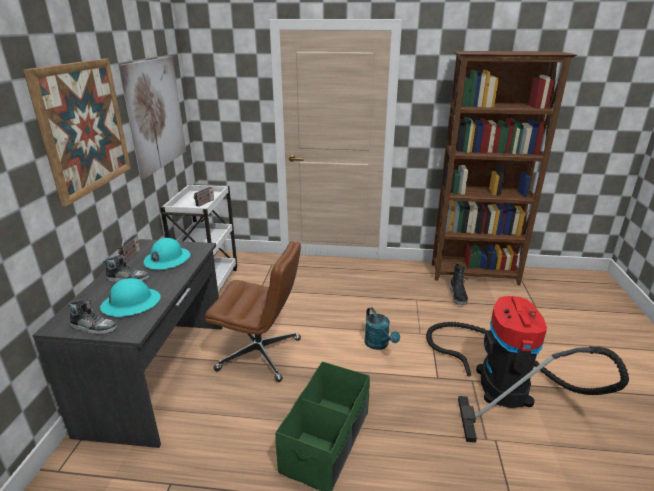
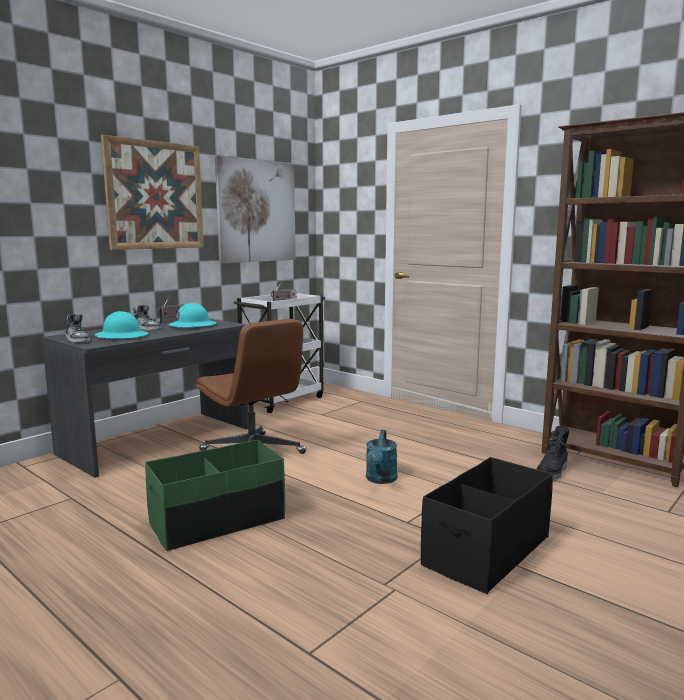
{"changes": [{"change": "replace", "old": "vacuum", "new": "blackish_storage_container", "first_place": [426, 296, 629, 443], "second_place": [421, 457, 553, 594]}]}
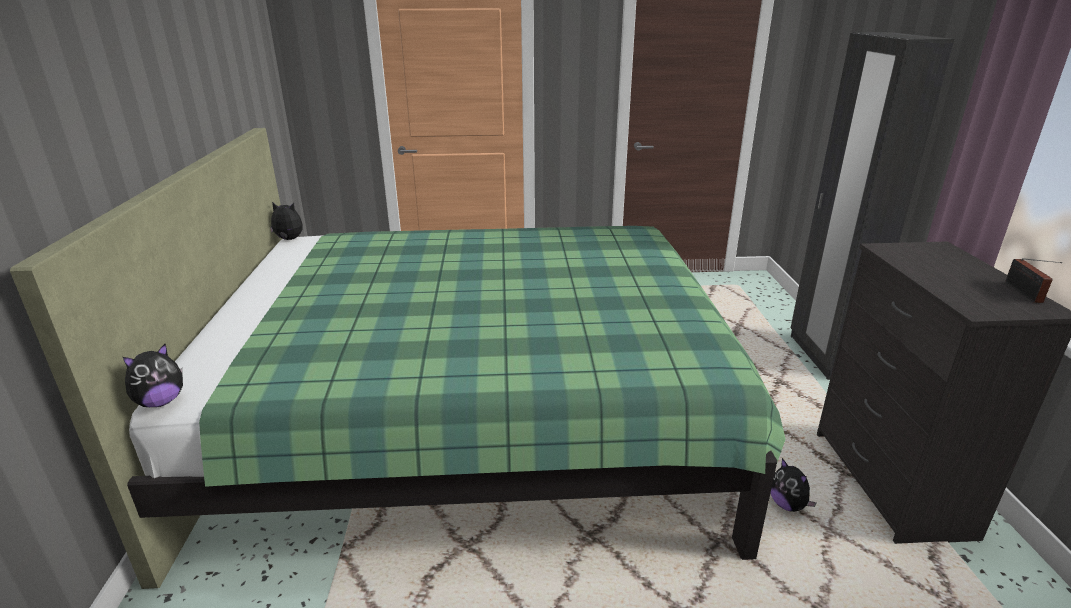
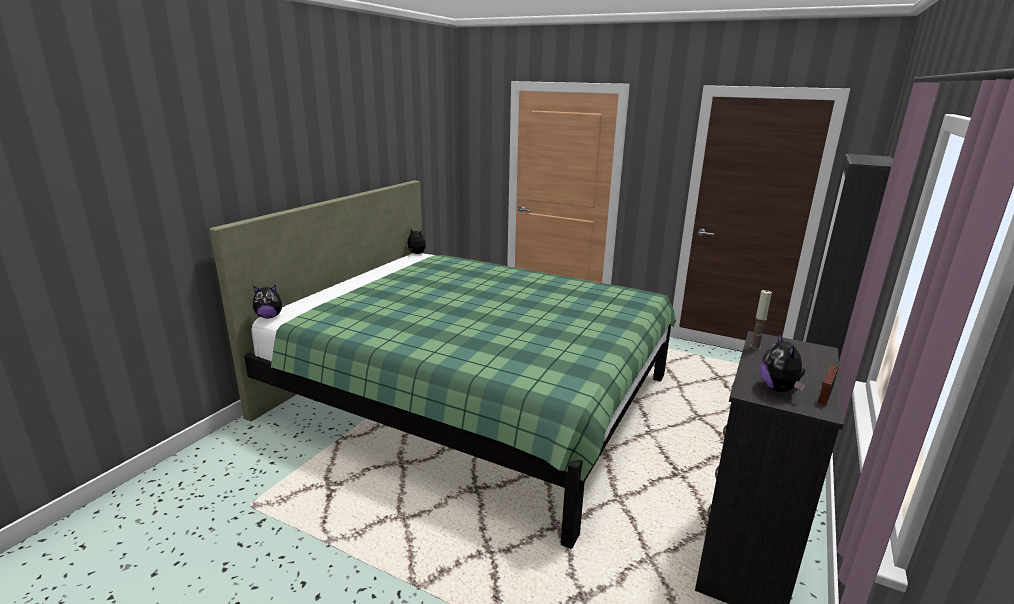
{"changes": [{"change": "insert", "new": "wax_candle", "second_place": [750, 290, 772, 350]}, {"change": "move", "old": "soft_toy", "first_place": [770, 458, 817, 512], "second_place": [760, 332, 805, 392]}]}
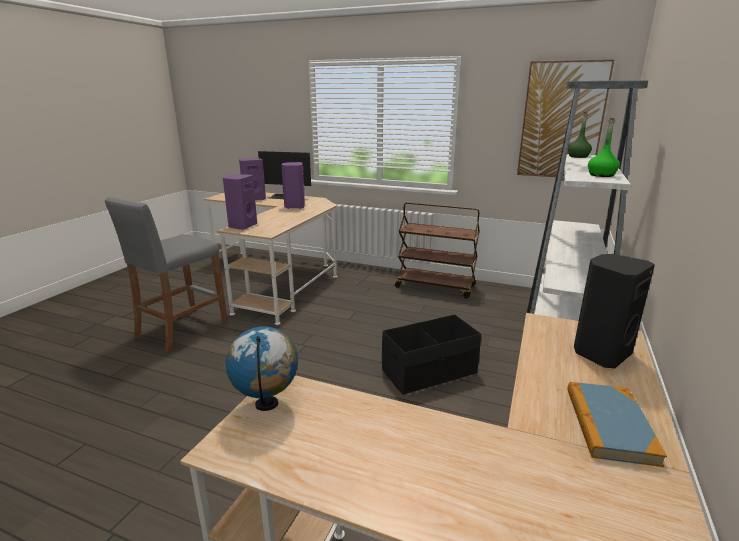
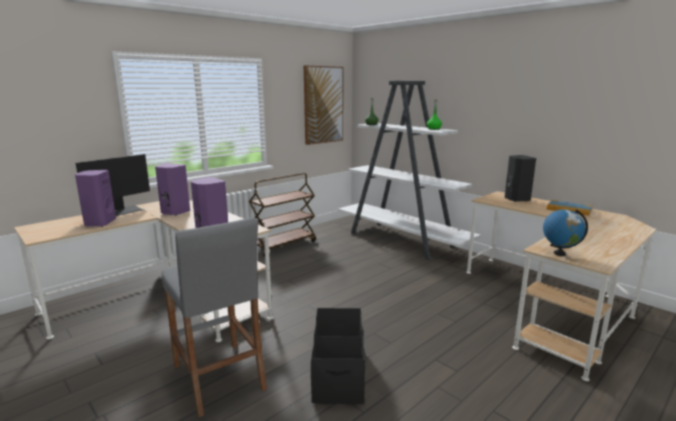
{"changes": [{"change": "move", "old": "blackish_storage_container", "first_place": [382, 314, 481, 395], "second_place": [311, 308, 366, 404]}]}
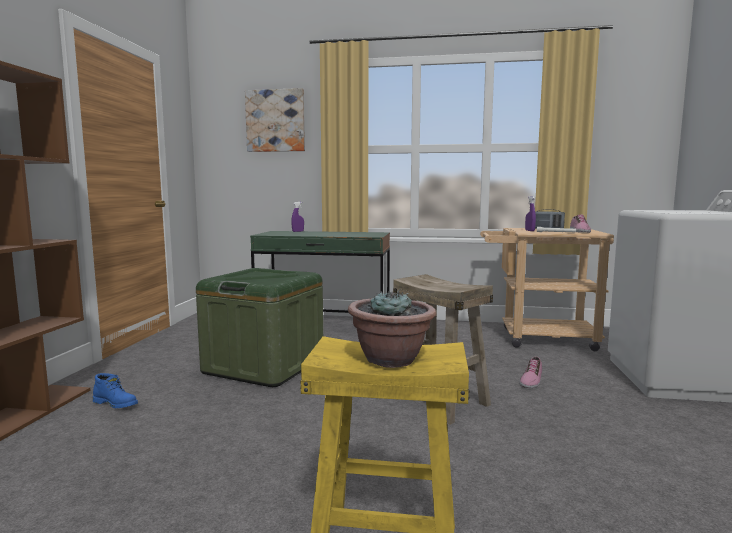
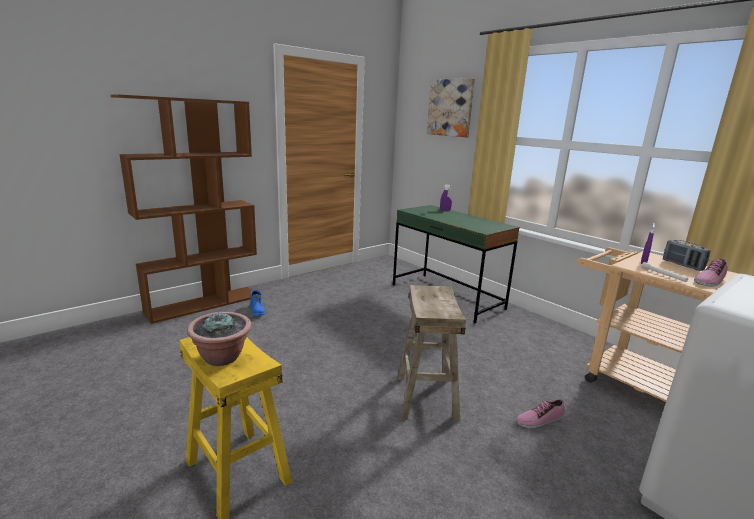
{"changes": [{"change": "delete", "old": "green_storage_container", "first_place": [196, 268, 323, 387]}]}
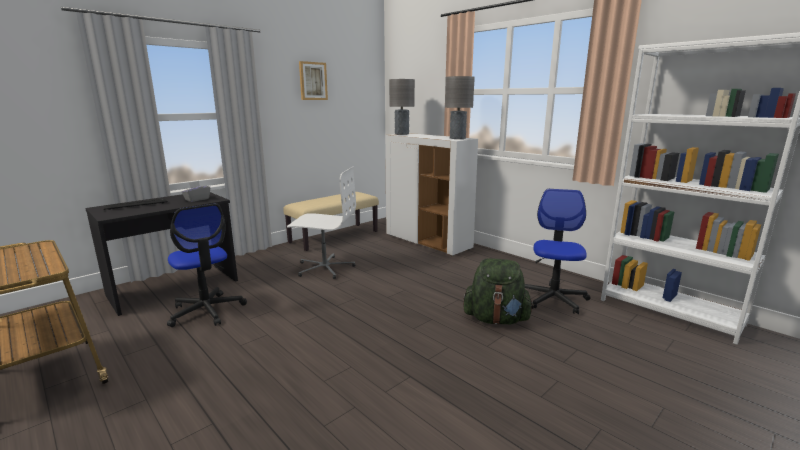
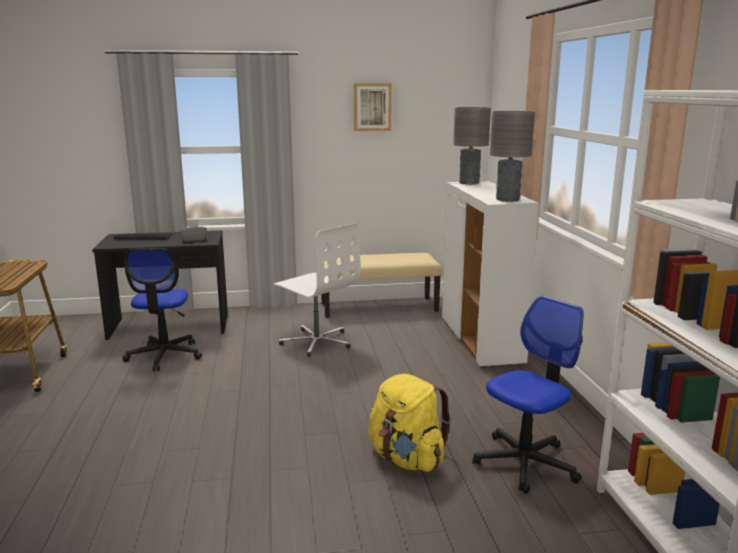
{"changes": [{"change": "recolor", "old": "green_rucksack", "new": "yellow-coloured_rucksack", "first_place": [463, 258, 534, 324], "second_place": [369, 374, 452, 472]}]}
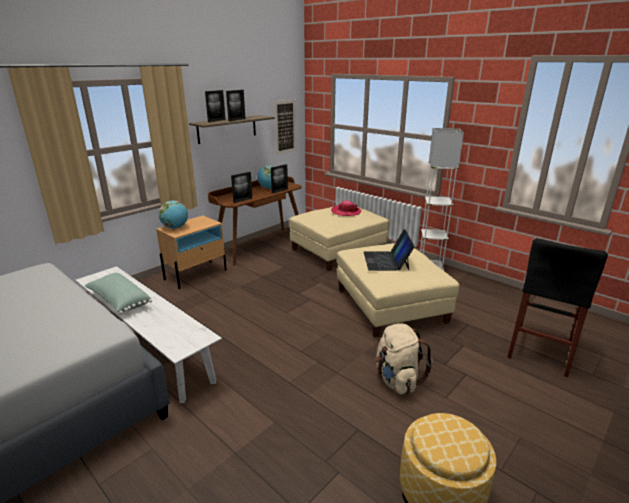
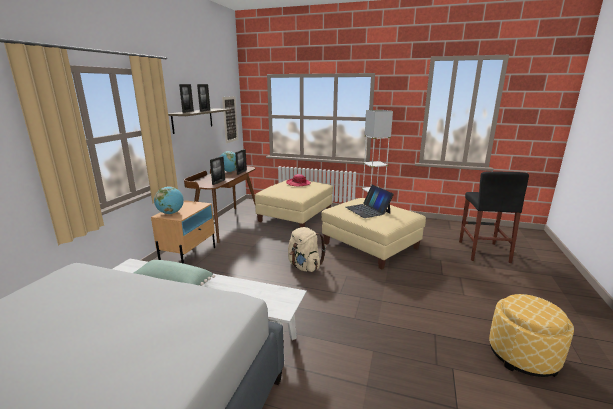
{"changes": [{"change": "move", "old": "beige-coloured_rucksack", "first_place": [375, 323, 433, 394], "second_place": [288, 227, 326, 272]}]}
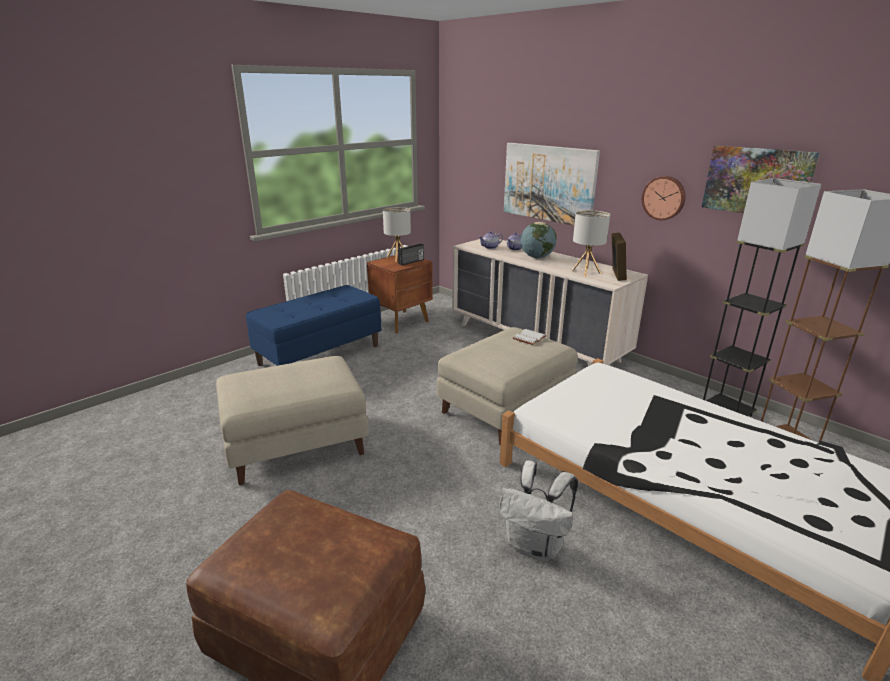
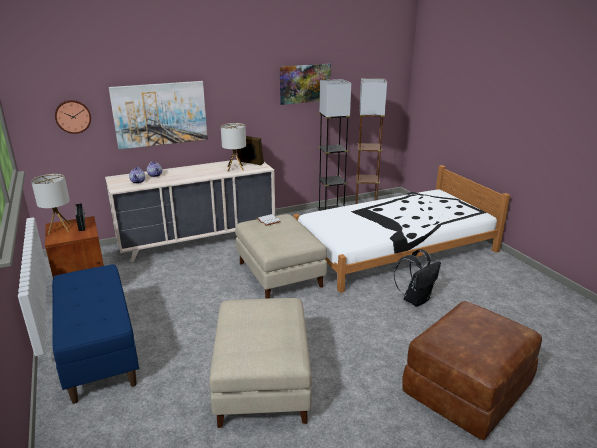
{"changes": [{"change": "move", "old": "wall_clock", "first_place": [642, 176, 686, 220], "second_place": [55, 100, 91, 134]}, {"change": "recolor", "old": "whitish_rucksack", "new": "blackish_rucksack", "first_place": [499, 460, 578, 562], "second_place": [394, 249, 441, 307]}, {"change": "delete", "old": "world_globe", "first_place": [521, 222, 557, 258]}]}
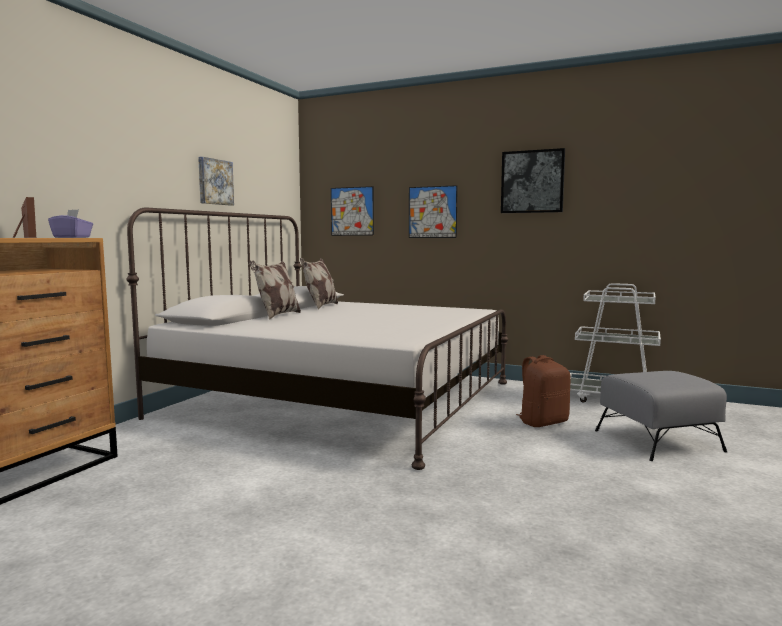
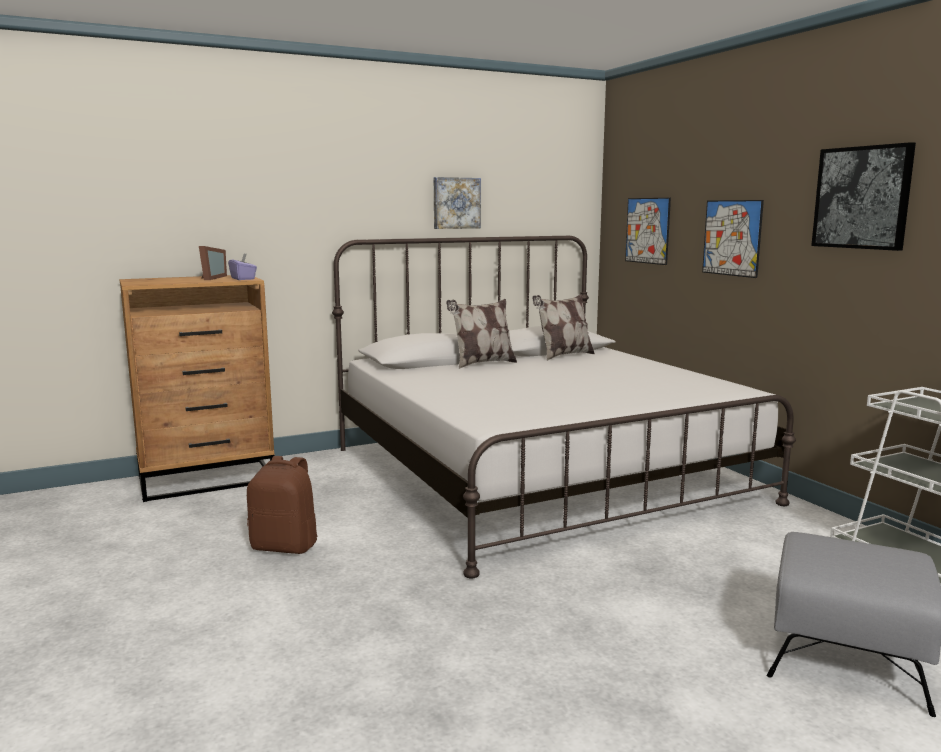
{"changes": [{"change": "move", "old": "brownish_rucksack", "first_place": [516, 355, 571, 427], "second_place": [247, 456, 317, 554]}]}
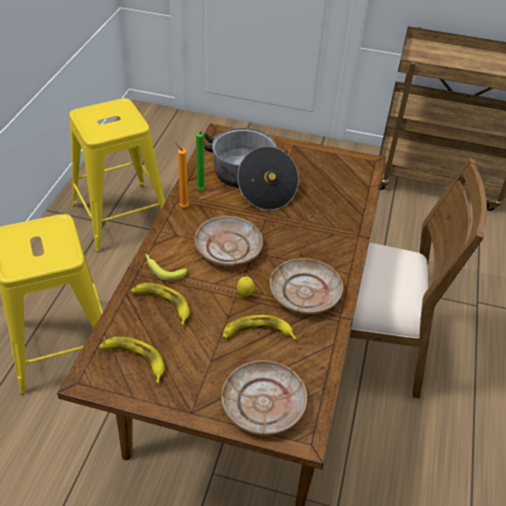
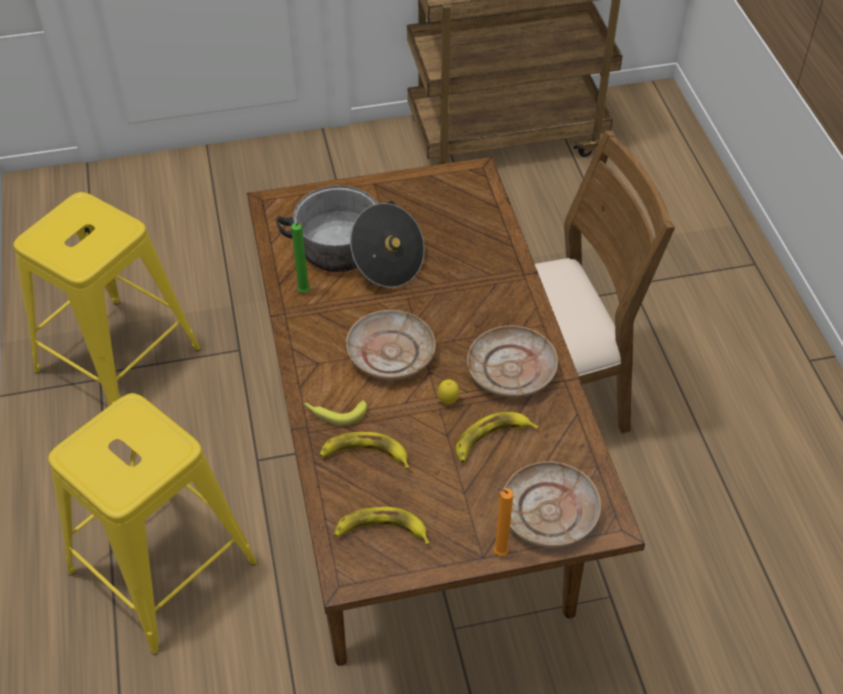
{"changes": [{"change": "move", "old": "orangey_wax_candle", "first_place": [175, 142, 189, 207], "second_place": [494, 485, 513, 556]}]}
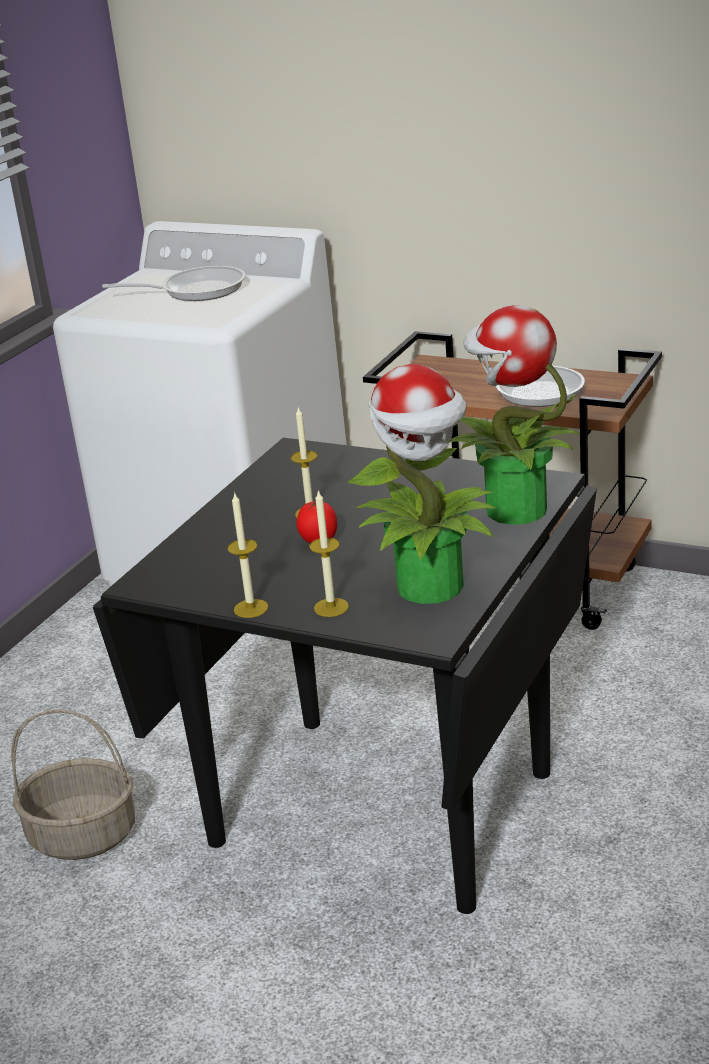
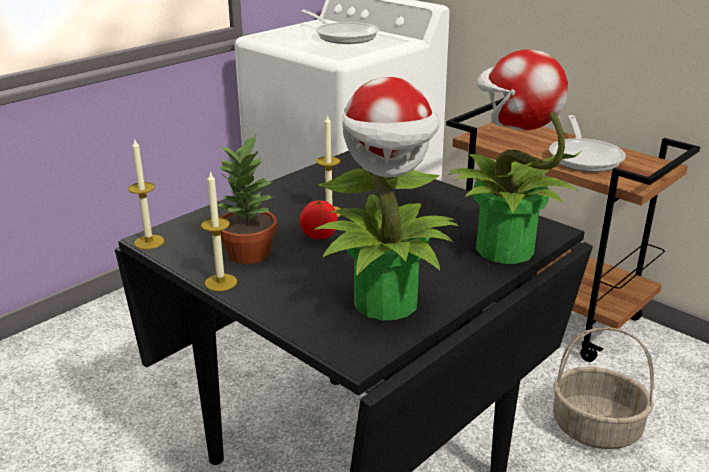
{"changes": [{"change": "move", "old": "wax_candle", "first_place": [309, 490, 349, 617], "second_place": [128, 138, 164, 249]}, {"change": "insert", "new": "plant_in_a_pot", "second_place": [216, 135, 277, 264]}, {"change": "rotate", "old": "skillet", "first_place": [102, 266, 246, 301], "second_place": [301, 10, 379, 44], "degrees": 45}, {"change": "move", "old": "basket", "first_place": [11, 709, 135, 860], "second_place": [553, 327, 654, 449]}]}
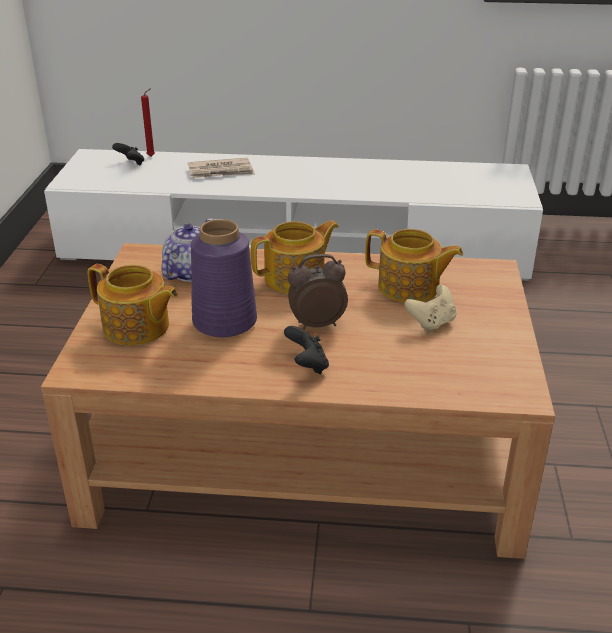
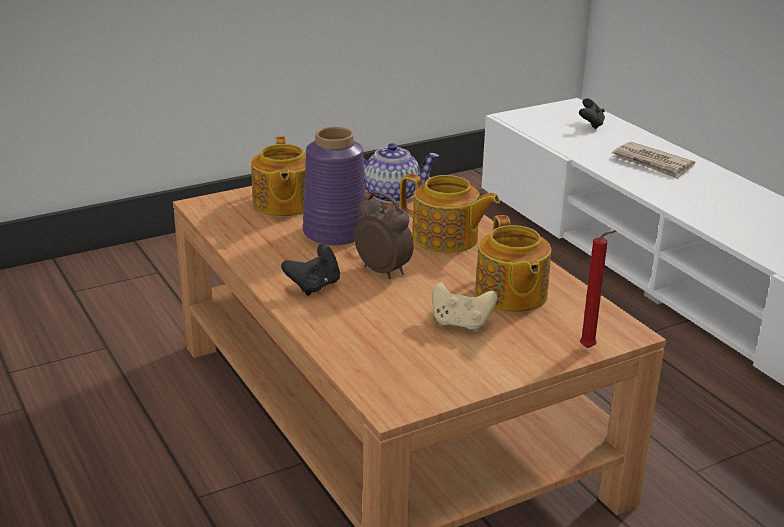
{"changes": [{"change": "move", "old": "red_wax_candle", "first_place": [141, 88, 155, 157], "second_place": [580, 231, 616, 348]}]}
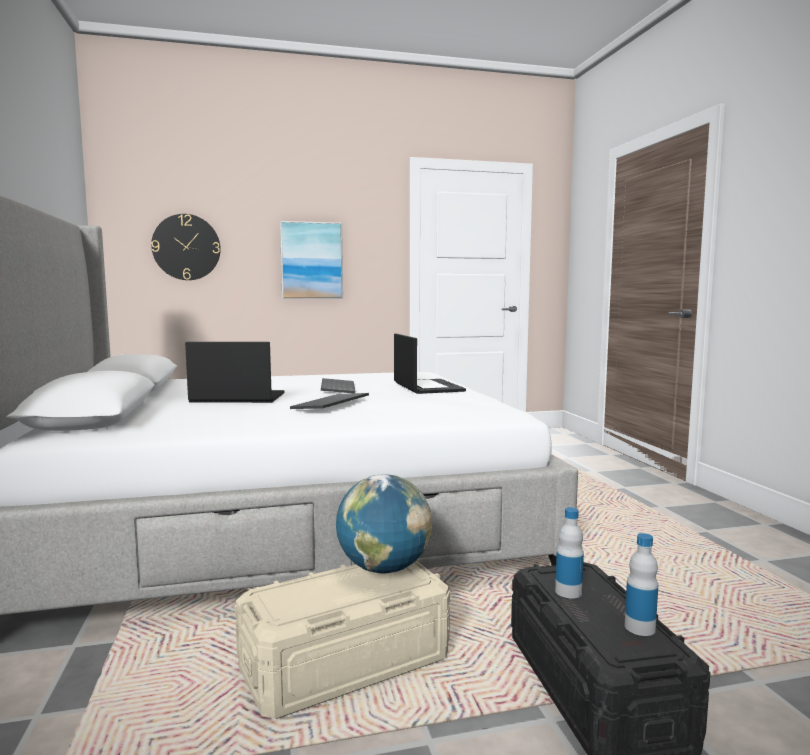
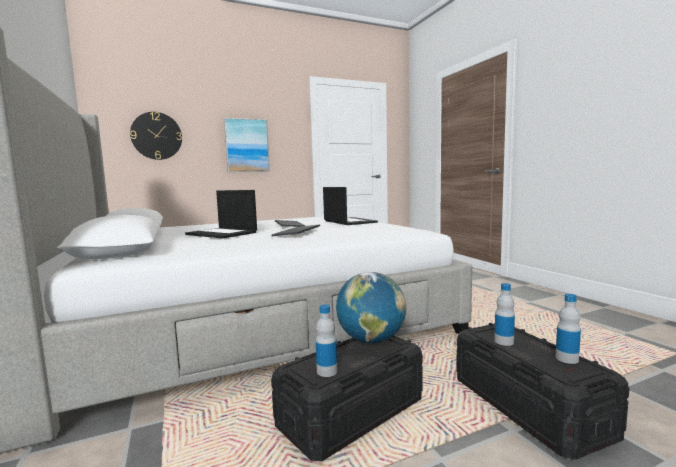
{"changes": [{"change": "rotate", "old": "laptop", "first_place": [185, 342, 284, 403], "second_place": [185, 190, 257, 239], "degrees": -135}, {"change": "recolor", "old": "beige-coloured_storage_container", "new": "blackish_storage_container", "first_place": [235, 559, 450, 719], "second_place": [271, 336, 423, 461]}, {"change": "insert", "new": "drink_bottle", "second_place": [316, 304, 337, 377]}]}
